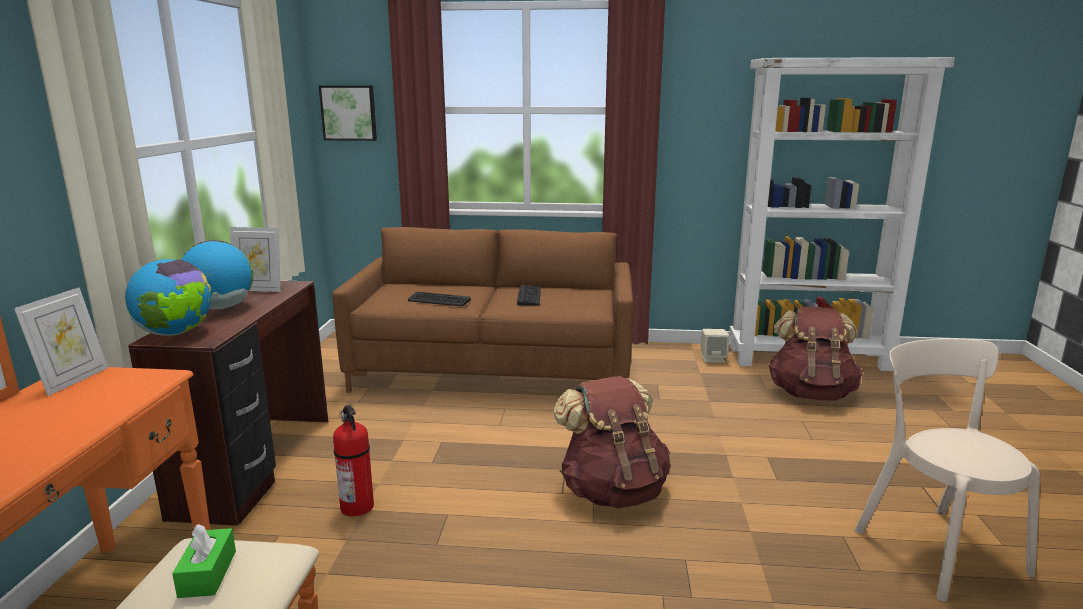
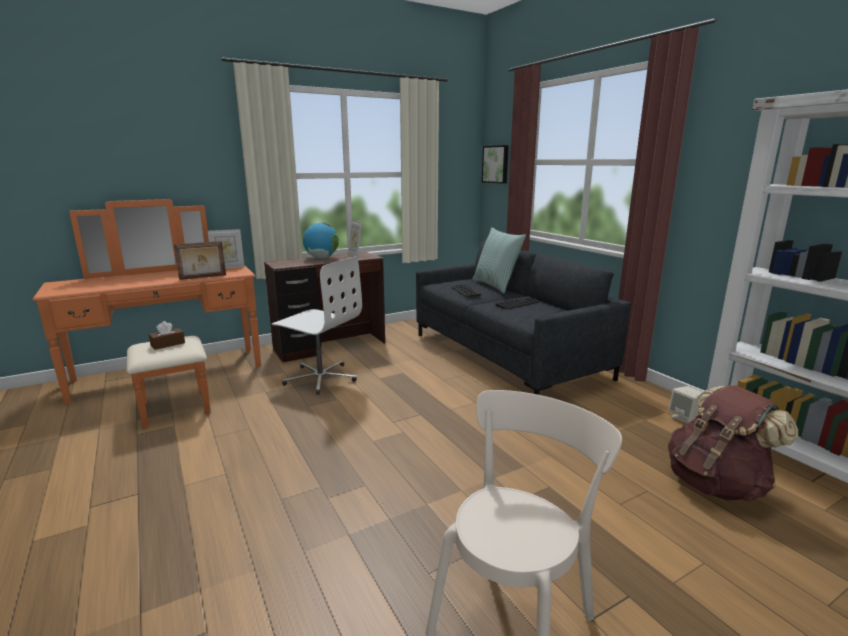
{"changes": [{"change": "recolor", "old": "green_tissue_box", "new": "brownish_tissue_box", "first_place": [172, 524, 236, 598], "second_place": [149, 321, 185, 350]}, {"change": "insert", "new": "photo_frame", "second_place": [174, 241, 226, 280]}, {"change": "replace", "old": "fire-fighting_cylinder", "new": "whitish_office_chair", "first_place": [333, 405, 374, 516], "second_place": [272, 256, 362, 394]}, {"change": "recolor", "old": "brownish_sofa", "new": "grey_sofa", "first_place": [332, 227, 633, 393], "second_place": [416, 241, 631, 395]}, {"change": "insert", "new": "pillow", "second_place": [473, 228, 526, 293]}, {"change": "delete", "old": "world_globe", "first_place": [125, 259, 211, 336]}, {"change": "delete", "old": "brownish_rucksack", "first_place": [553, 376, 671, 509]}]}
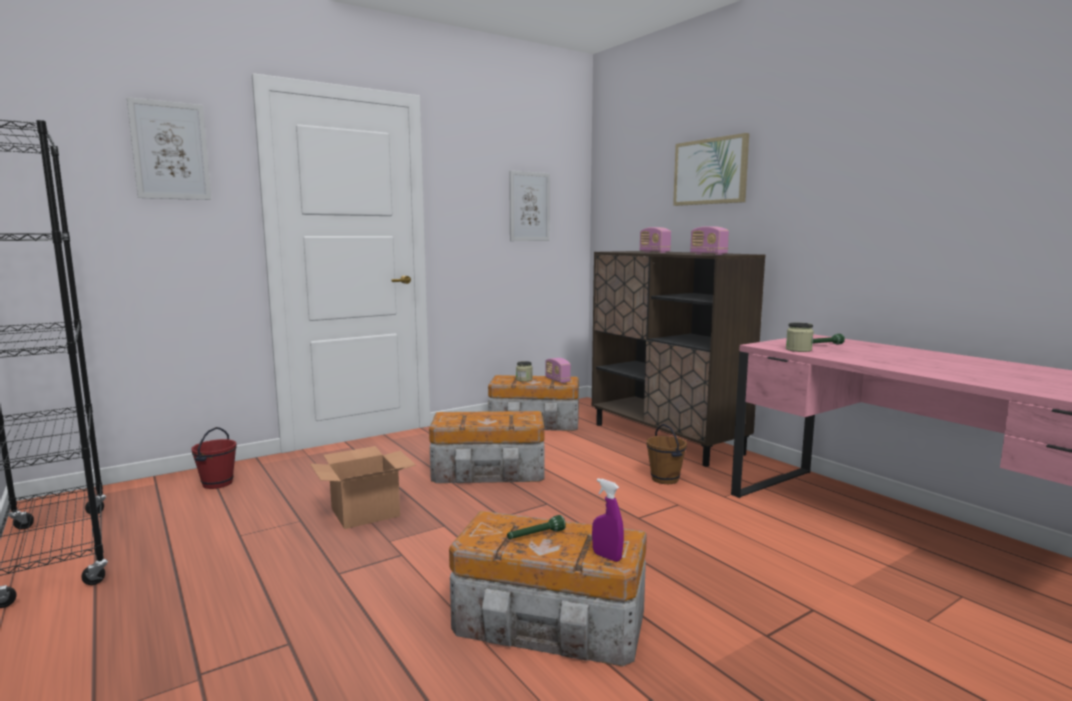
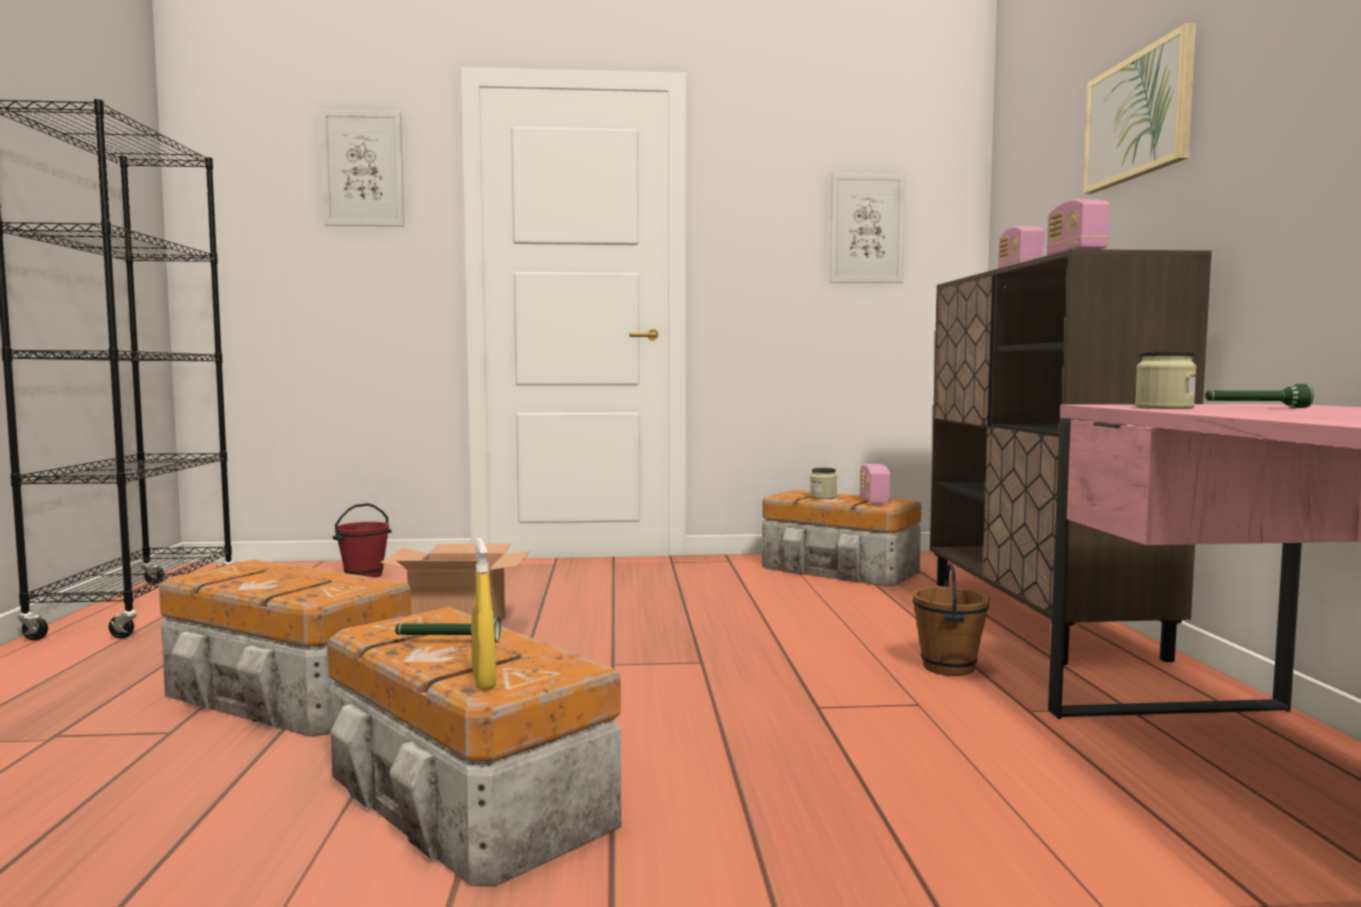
{"changes": [{"change": "move", "old": "storage_container", "first_place": [429, 411, 545, 483], "second_place": [159, 560, 411, 737]}, {"change": "recolor", "old": "purple_spray_bottle", "new": "yellow-coloured_spray_bottle", "first_place": [592, 478, 624, 562], "second_place": [471, 538, 496, 690]}]}
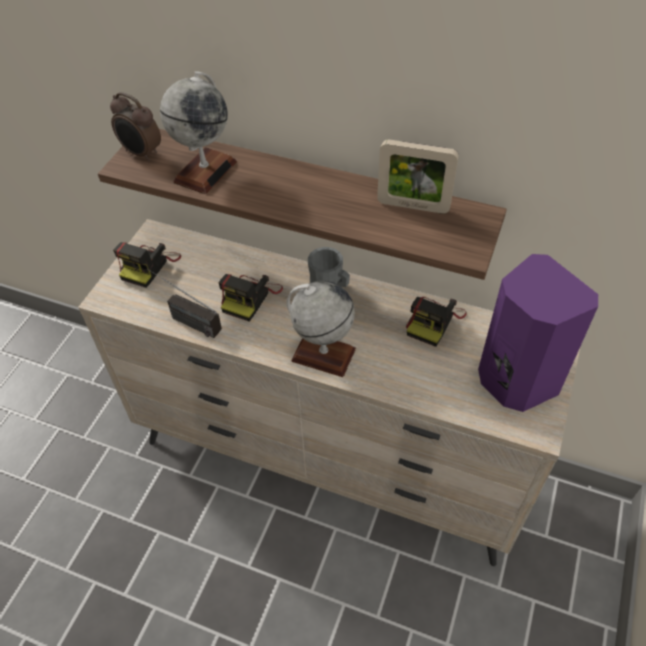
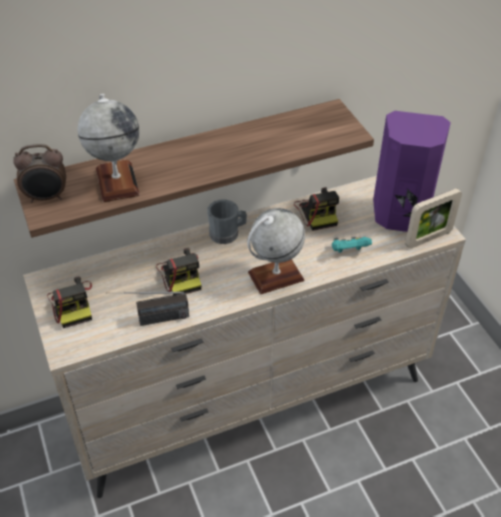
{"changes": [{"change": "insert", "new": "turquoise-coloured_joypad", "second_place": [332, 237, 372, 253]}, {"change": "move", "old": "photo_frame", "first_place": [377, 140, 459, 214], "second_place": [405, 188, 462, 249]}]}
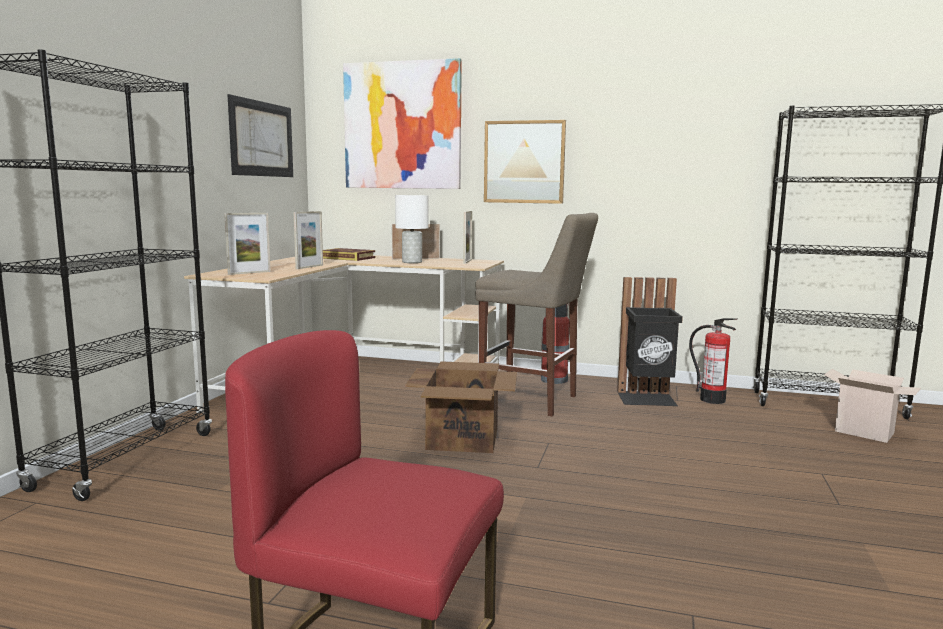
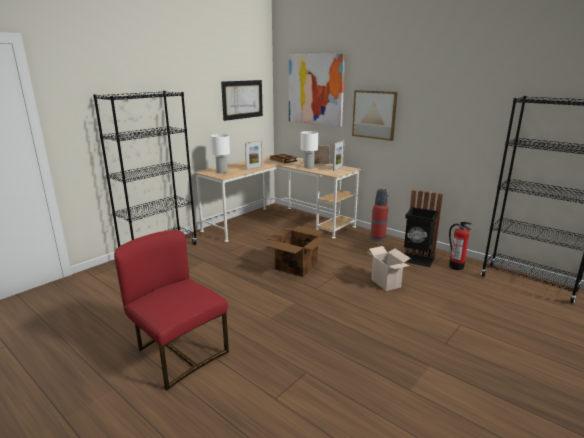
{"changes": [{"change": "replace", "old": "photo_frame", "new": "whitish_table_lamp", "first_place": [224, 213, 271, 275], "second_place": [210, 134, 230, 173]}, {"change": "move", "old": "packing_box", "first_place": [824, 369, 921, 443], "second_place": [368, 246, 411, 291]}, {"change": "delete", "old": "beige-coloured_sitting_stool", "first_place": [475, 213, 598, 416]}]}
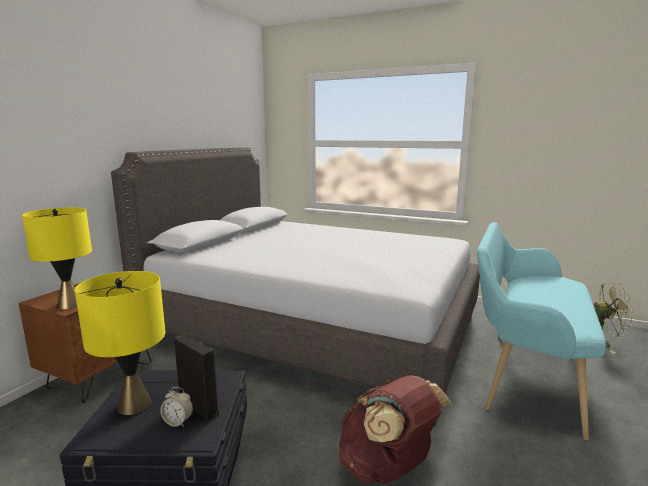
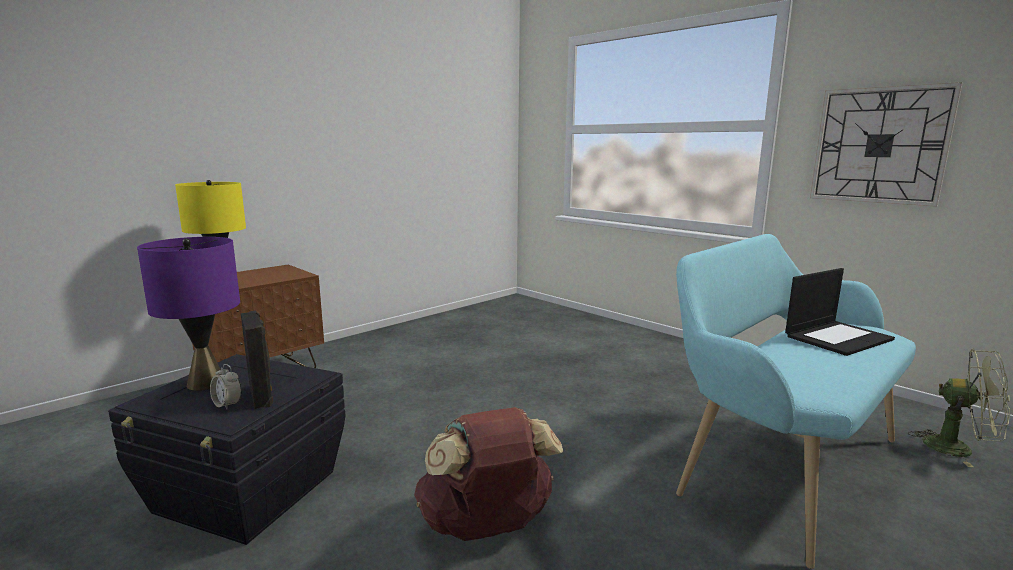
{"changes": [{"change": "recolor", "old": "yellow-coloured_table_lamp", "new": "purple_table_lamp", "first_place": [75, 271, 165, 415], "second_place": [137, 237, 240, 391]}, {"change": "insert", "new": "laptop", "second_place": [785, 268, 895, 356]}, {"change": "insert", "new": "wall_clock", "second_place": [810, 82, 963, 207]}, {"change": "delete", "old": "grey_sleeping_bed", "first_place": [111, 147, 480, 425]}]}
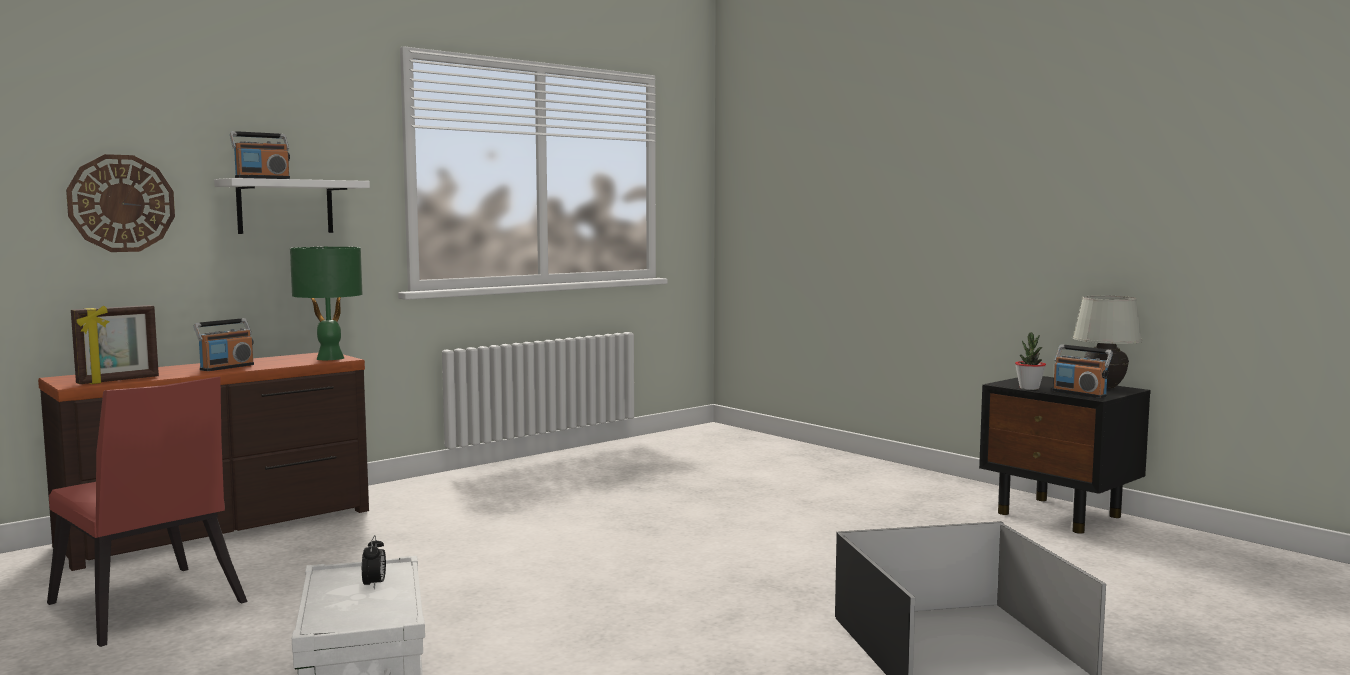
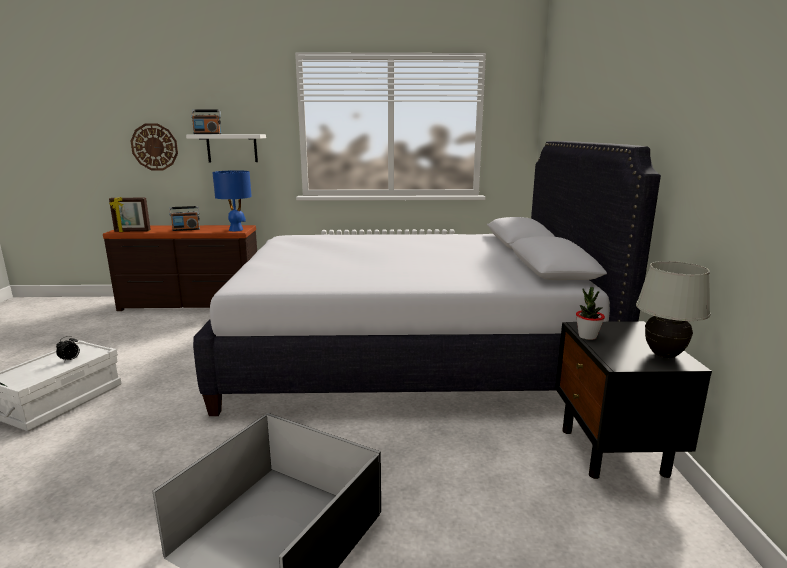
{"changes": [{"change": "insert", "new": "whitish_sleeping_bed", "second_place": [193, 141, 661, 416]}, {"change": "recolor", "old": "green_table_lamp", "new": "blue_table_lamp", "first_place": [290, 246, 362, 360], "second_place": [212, 170, 252, 231]}, {"change": "delete", "old": "red_upright_chair", "first_place": [47, 377, 248, 647]}, {"change": "delete", "old": "radio_receiver", "first_place": [1053, 344, 1113, 398]}]}
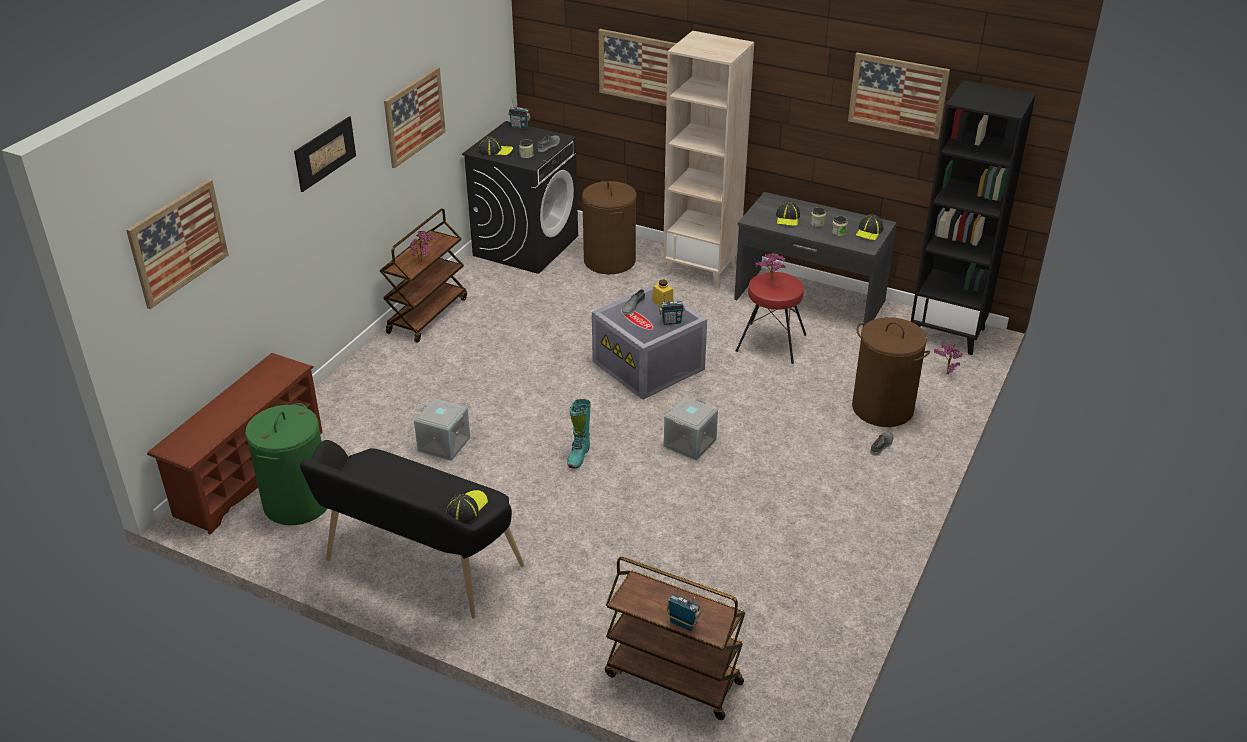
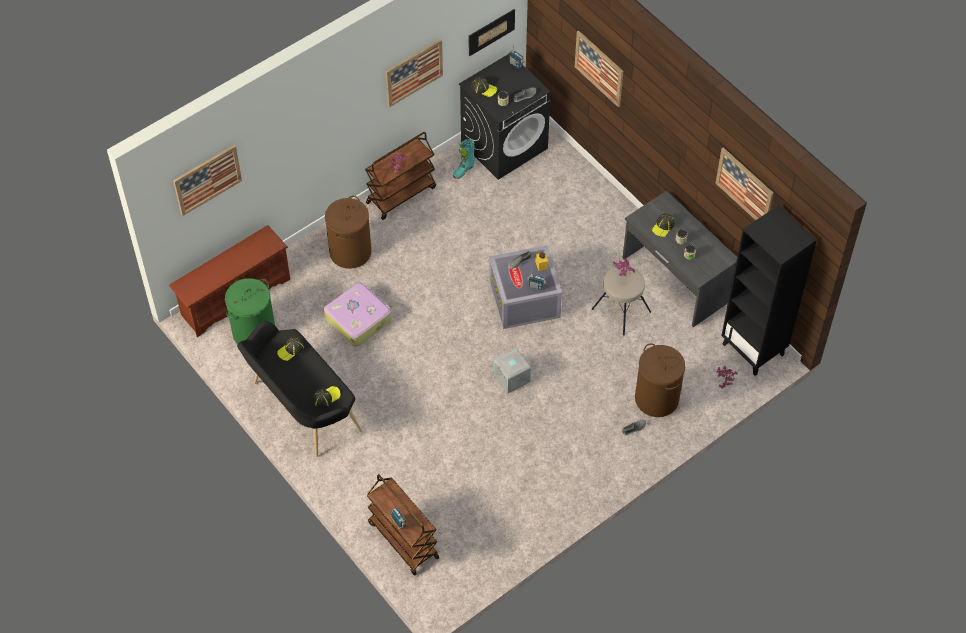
{"changes": [{"change": "move", "old": "peaked_cap", "first_place": [856, 214, 883, 240], "second_place": [277, 337, 305, 361]}, {"change": "replace", "old": "grey_storage_container", "new": "suitcase", "first_place": [414, 399, 470, 461], "second_place": [324, 282, 392, 347]}, {"change": "move", "old": "brownish_hamper", "first_place": [582, 181, 637, 274], "second_place": [325, 196, 372, 269]}, {"change": "move", "old": "turquoise-coloured_high-top_boot", "first_place": [567, 399, 591, 469], "second_place": [453, 139, 475, 179]}, {"change": "move", "old": "wall_art", "first_place": [294, 116, 356, 192], "second_place": [469, 9, 515, 56]}, {"change": "recolor", "old": "red_sitting_stool", "new": "beige-coloured_sitting_stool", "first_place": [736, 272, 806, 364], "second_place": [592, 267, 651, 336]}, {"change": "delete", "old": "beige-coloured_shelving_unit", "first_place": [663, 31, 754, 289]}]}
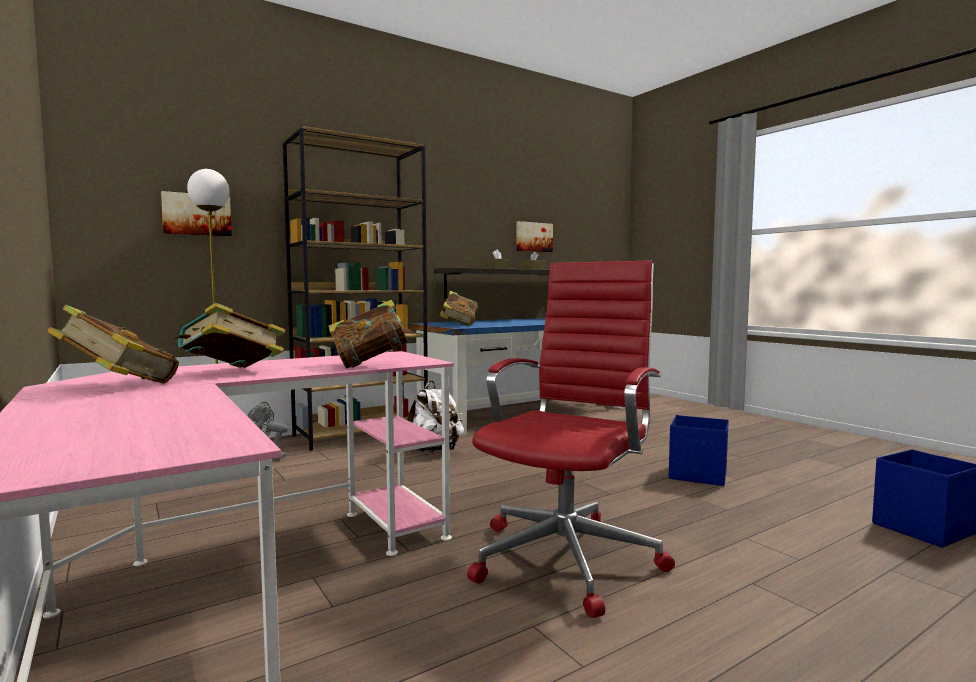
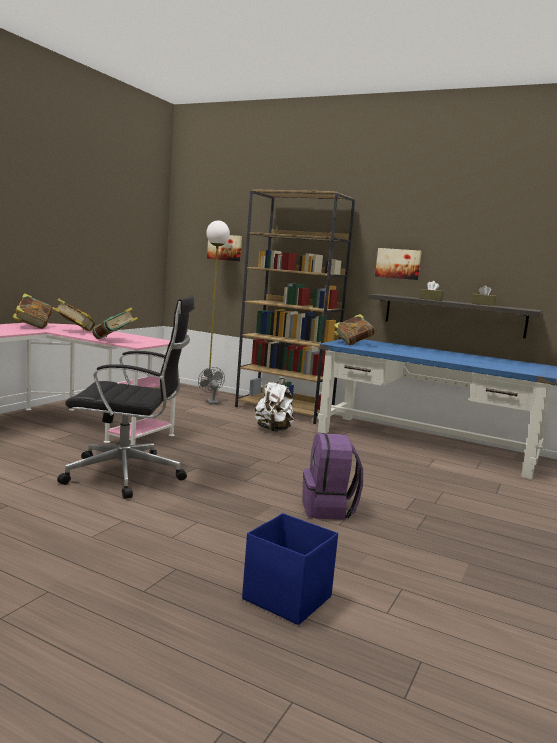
{"changes": [{"change": "recolor", "old": "red_office_chair", "new": "blackish_office_chair", "first_place": [467, 261, 675, 618], "second_place": [57, 295, 195, 499]}, {"change": "replace", "old": "blue_storage_container", "new": "purple_rucksack", "first_place": [669, 415, 729, 486], "second_place": [302, 433, 363, 520]}, {"change": "move", "old": "wall_art", "first_place": [516, 221, 553, 252], "second_place": [375, 248, 422, 280]}]}
